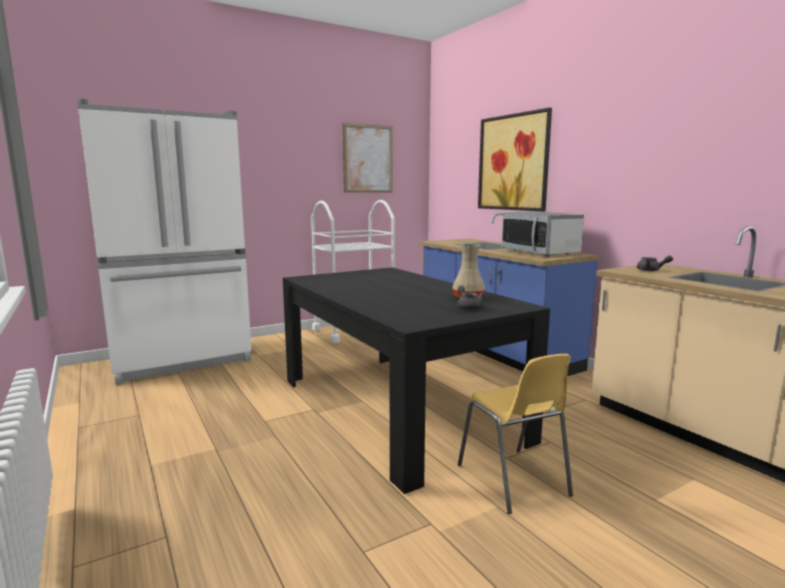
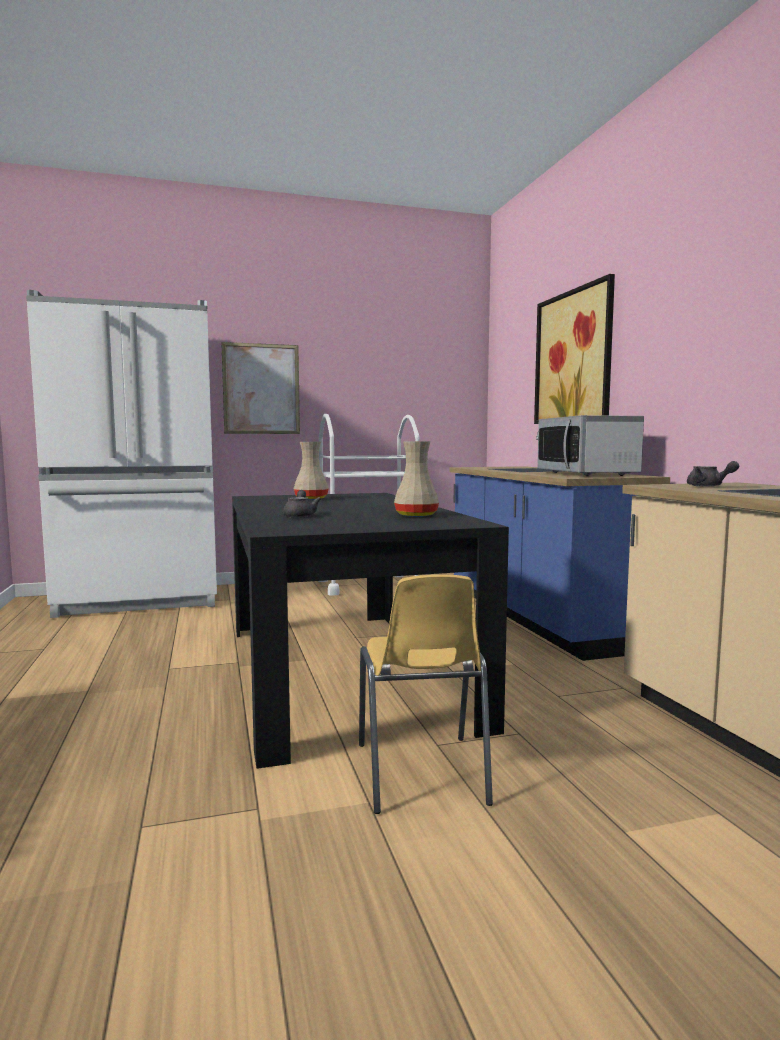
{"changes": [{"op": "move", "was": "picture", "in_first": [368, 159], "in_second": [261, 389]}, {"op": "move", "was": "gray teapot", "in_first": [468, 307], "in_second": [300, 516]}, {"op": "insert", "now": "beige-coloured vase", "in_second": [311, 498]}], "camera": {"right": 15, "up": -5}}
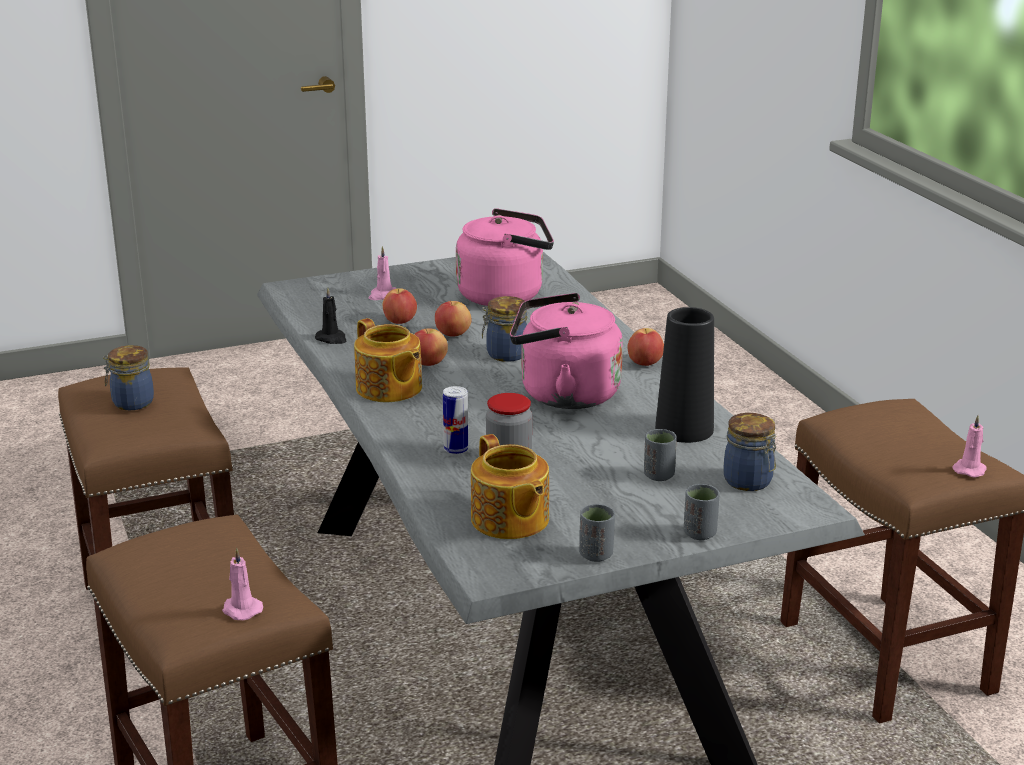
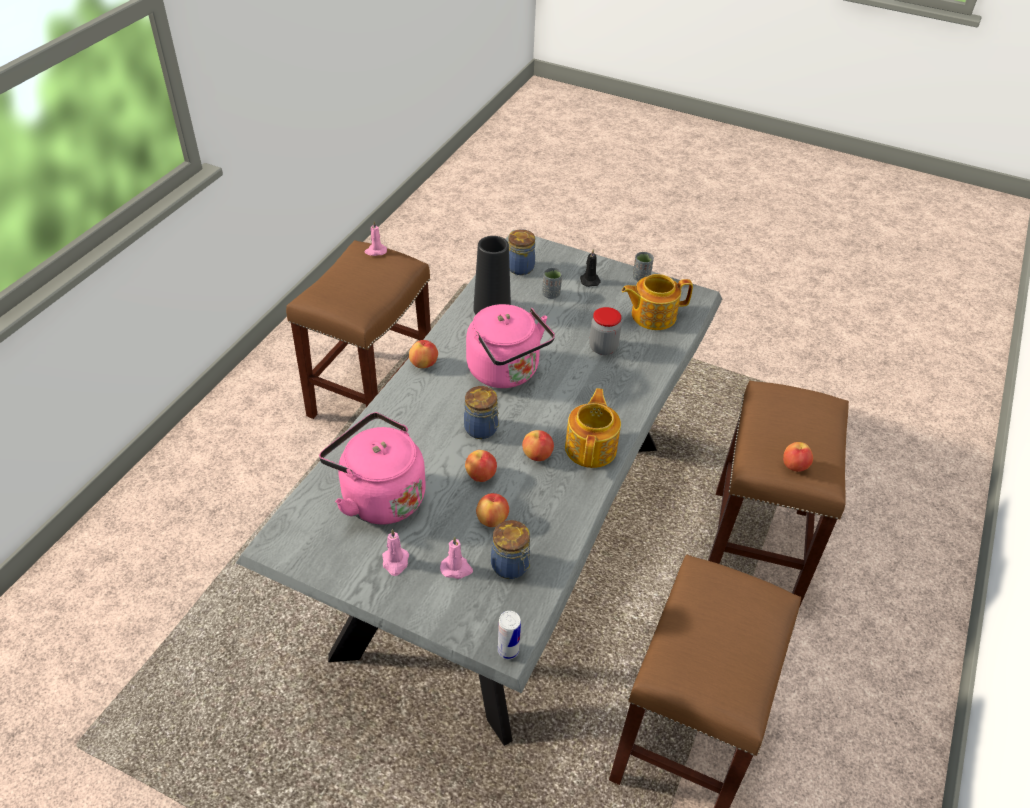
{"changes": [{"op": "move", "was": "pink wax light", "in_first": [241, 610], "in_second": [395, 562]}, {"op": "move", "was": "storage jar", "in_first": [131, 402], "in_second": [511, 566]}, {"op": "move", "was": "metal can", "in_first": [456, 449], "in_second": [508, 650]}, {"op": "move", "was": "blackish wax light", "in_first": [332, 339], "in_second": [589, 280]}, {"op": "rotate", "was": "teapot", "in_first": [509, 520], "in_second": [652, 315], "clockwise": -120}, {"op": "insert", "now": "apple fruit", "in_second": [794, 466]}, {"op": "delete", "was": "gray drinking cup", "in_first": [699, 534]}], "camera": {"right": -135, "up": 20}}
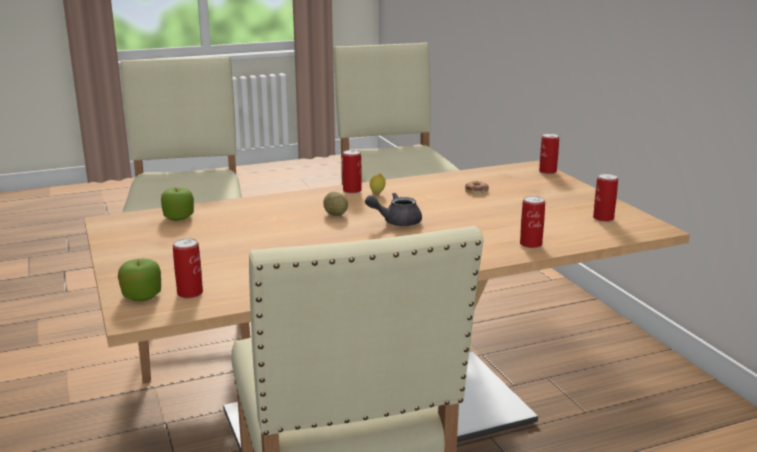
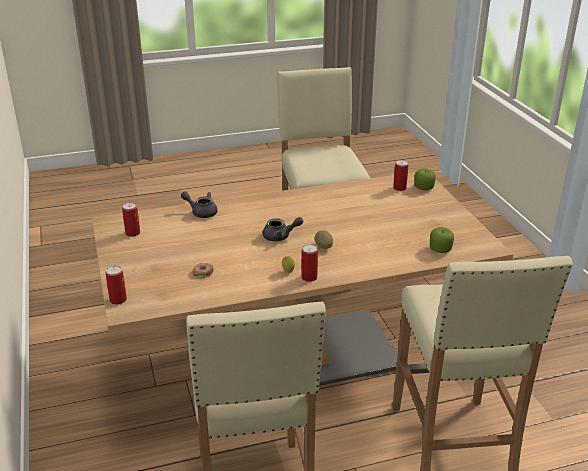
{"changes": [{"op": "replace", "was": "metal can", "now": "gray teapot", "in_first": [530, 244], "in_second": [201, 212]}], "camera": {"right": -175, "up": 10}}
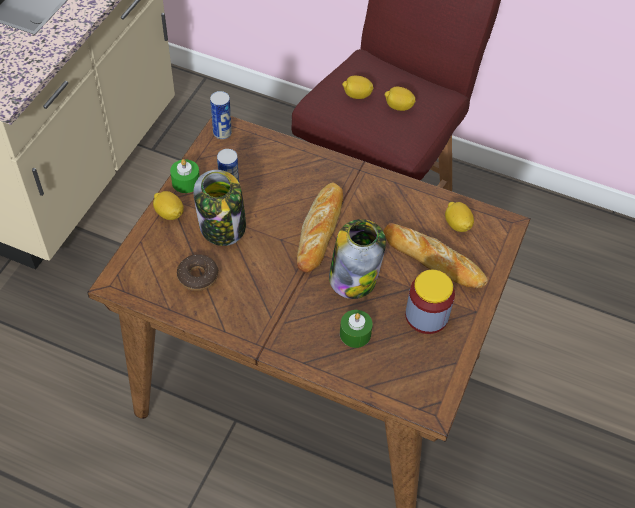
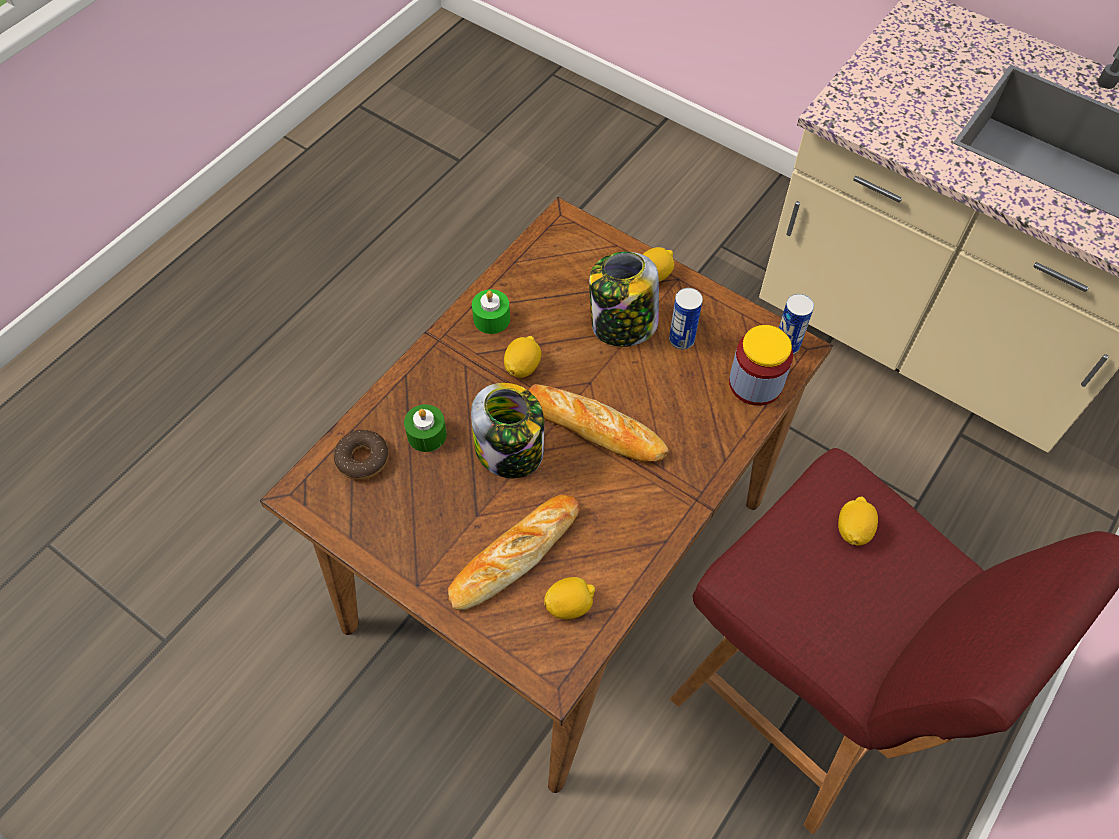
{"changes": [{"op": "move", "was": "ring doughnut", "in_first": [198, 276], "in_second": [362, 459]}, {"op": "move", "was": "green wax light", "in_first": [186, 182], "in_second": [491, 319]}, {"op": "move", "was": "lemon", "in_first": [398, 107], "in_second": [523, 366]}, {"op": "move", "was": "storage jar", "in_first": [426, 316], "in_second": [755, 383]}], "camera": {"right": 105, "up": 5}}
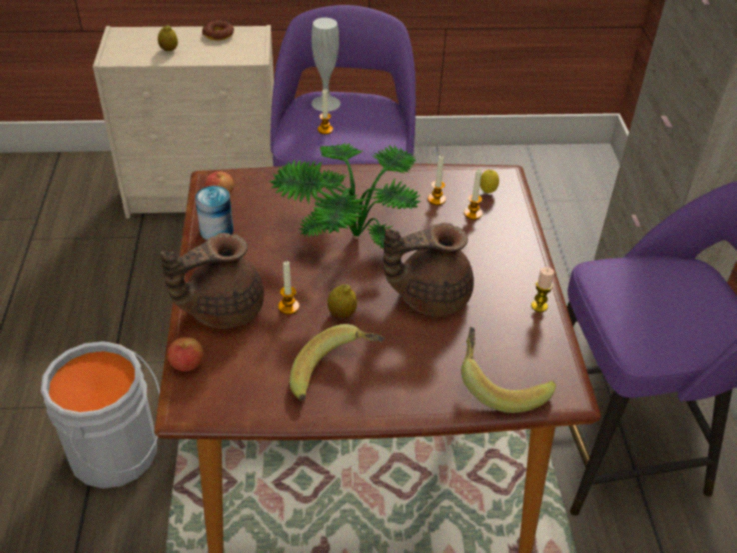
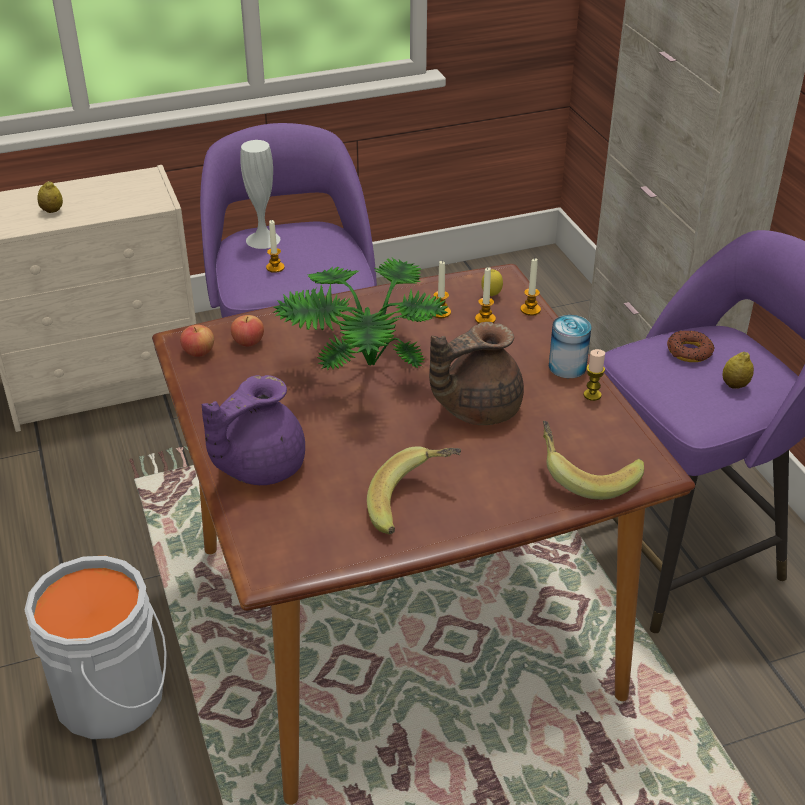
{"changes": [{"op": "recolor", "was": "brown teapot", "now": "purplish teapot", "in_first": [222, 309], "in_second": [258, 467]}, {"op": "move", "was": "apple fruit", "in_first": [187, 364], "in_second": [248, 342]}, {"op": "move", "was": "wax light", "in_first": [288, 307], "in_second": [530, 309]}, {"op": "move", "was": "metal can", "in_first": [216, 230], "in_second": [567, 367]}, {"op": "move", "was": "ring doughnut", "in_first": [218, 34], "in_second": [689, 351]}, {"op": "move", "was": "lemon", "in_first": [342, 314], "in_second": [735, 385]}], "camera": {"right": -15, "up": -5}}
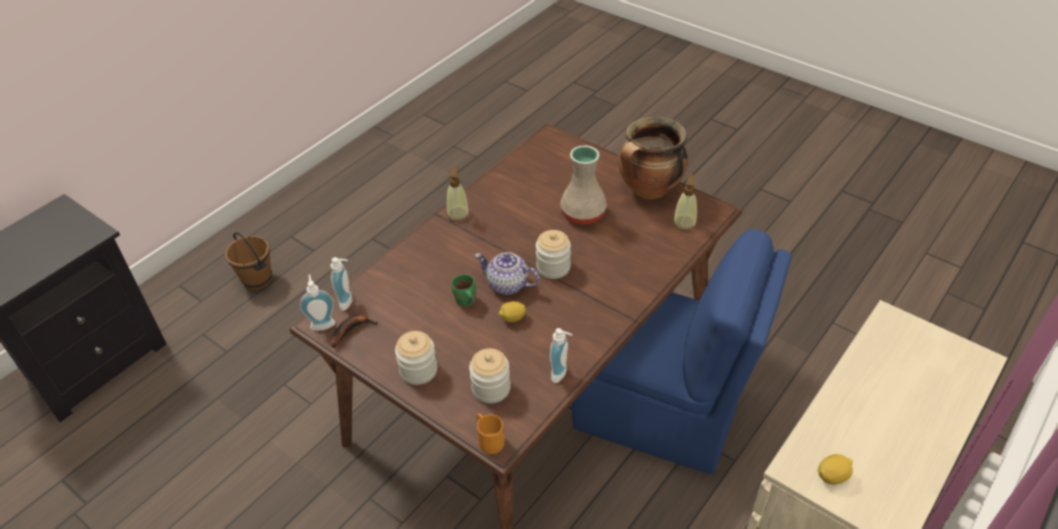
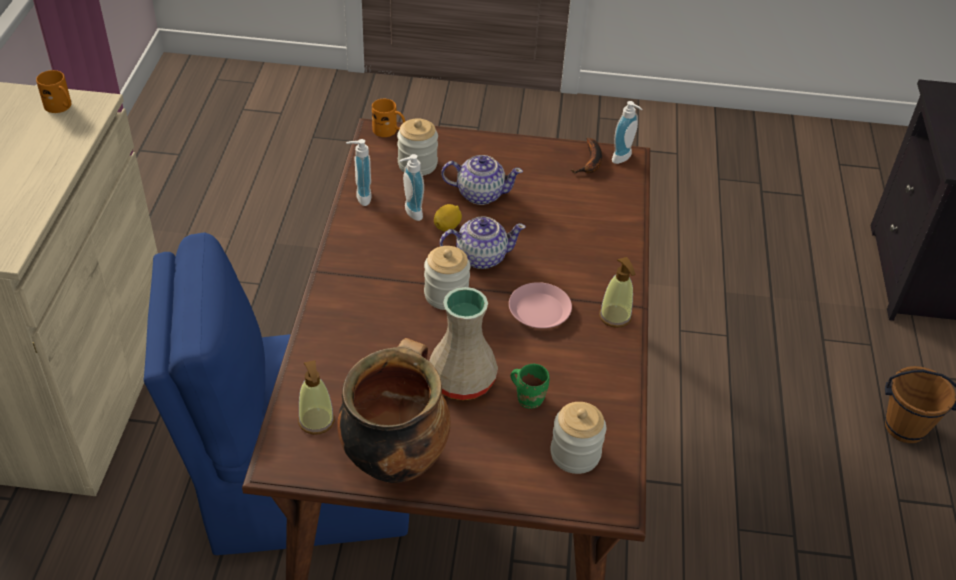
{"changes": [{"op": "replace", "was": "lemon", "now": "orange-coloured tea mug", "in_first": [832, 476], "in_second": [61, 107]}, {"op": "move", "was": "liquid soap bottle", "in_first": [348, 302], "in_second": [410, 213]}, {"op": "insert", "now": "teapot", "in_second": [480, 194]}, {"op": "insert", "now": "pink dinner plate", "in_second": [539, 310]}, {"op": "move", "was": "green tea mug", "in_first": [465, 302], "in_second": [529, 397]}, {"op": "move", "was": "storage jar", "in_first": [418, 370], "in_second": [575, 454]}], "camera": {"right": 145, "up": 0}}
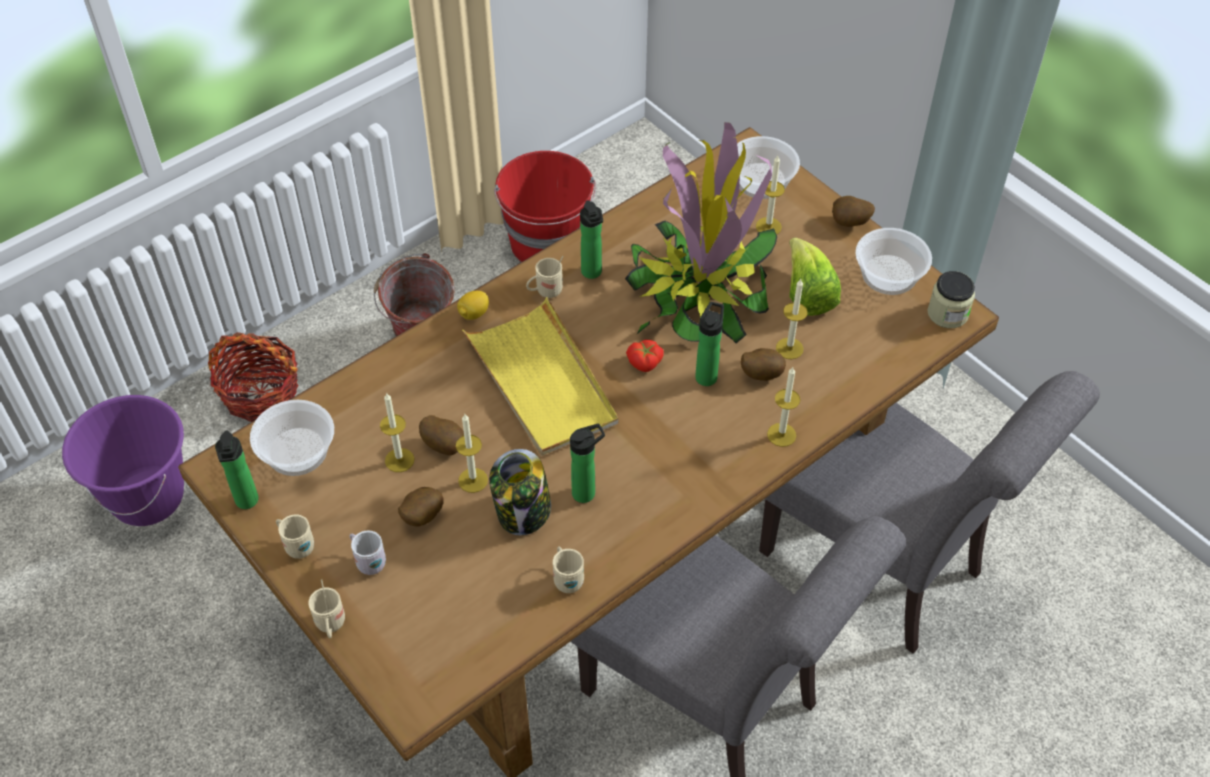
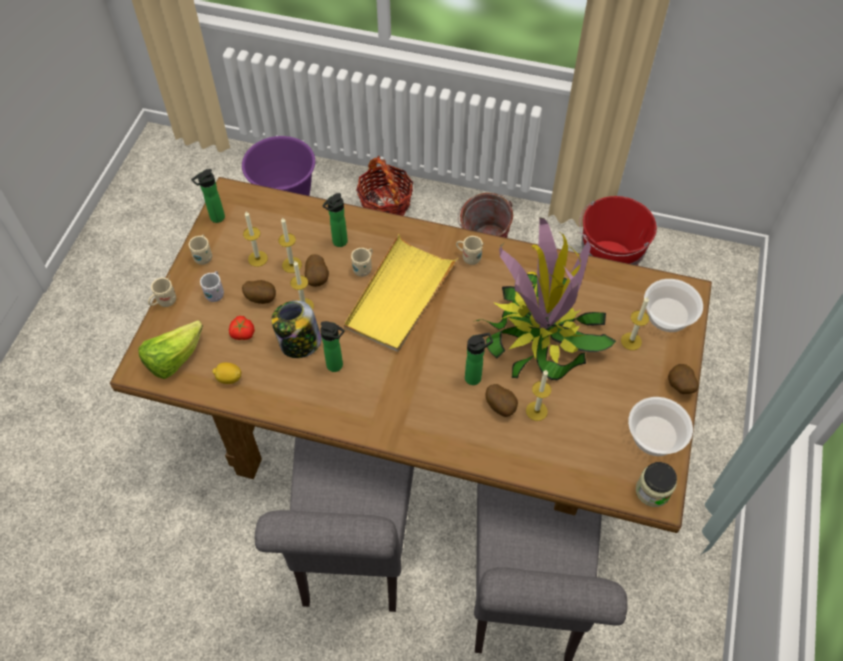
{"changes": [{"op": "move", "was": "lettuce", "in_first": [807, 295], "in_second": [174, 359]}, {"op": "move", "was": "lemon", "in_first": [473, 314], "in_second": [229, 378]}, {"op": "move", "was": "whole tomato", "in_first": [644, 363], "in_second": [242, 333]}, {"op": "move", "was": "wax light", "in_first": [781, 435], "in_second": [257, 258]}, {"op": "move", "was": "drink bottle", "in_first": [592, 274], "in_second": [338, 243]}, {"op": "move", "was": "beige-coloured tea mug", "in_first": [567, 578], "in_second": [364, 268]}, {"op": "delete", "was": "serving bowl", "in_first": [298, 450]}], "camera": {"right": 55, "up": 5}}
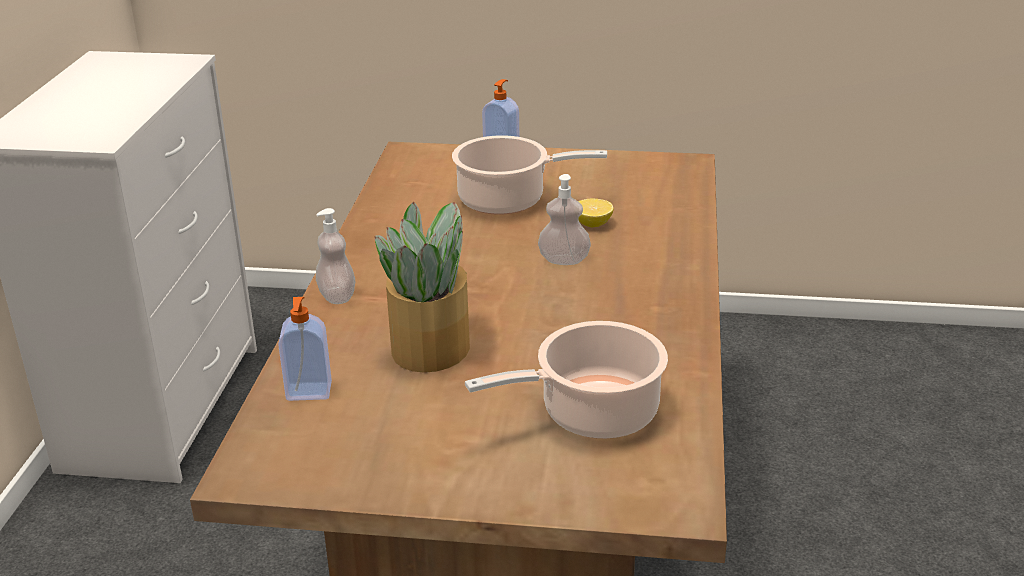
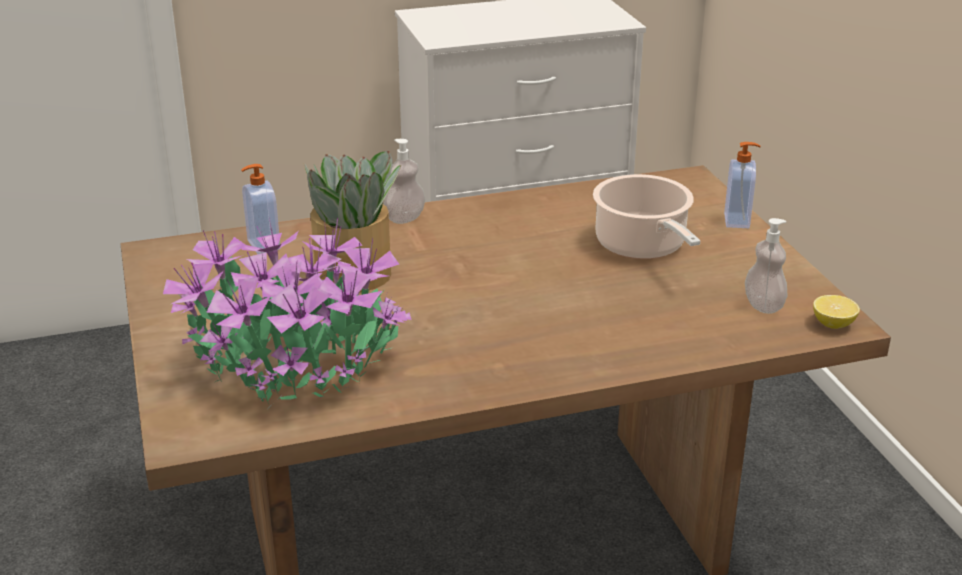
{"changes": [{"op": "replace", "was": "cooking pot", "now": "plant in a pot", "in_first": [592, 413], "in_second": [297, 368]}, {"op": "move", "was": "liquid soap bottle", "in_first": [564, 260], "in_second": [763, 305]}, {"op": "move", "was": "lemon", "in_first": [593, 224], "in_second": [833, 324]}], "camera": {"right": 65, "up": 0}}
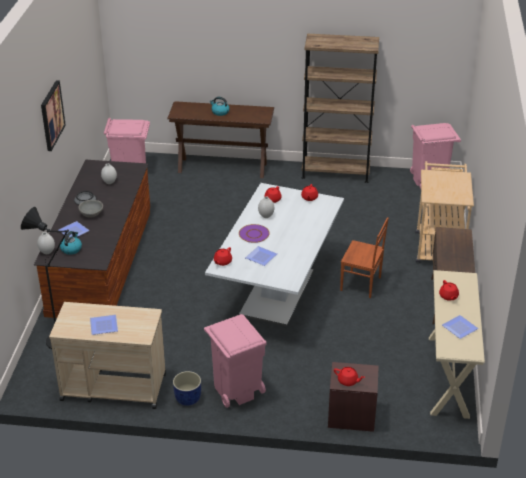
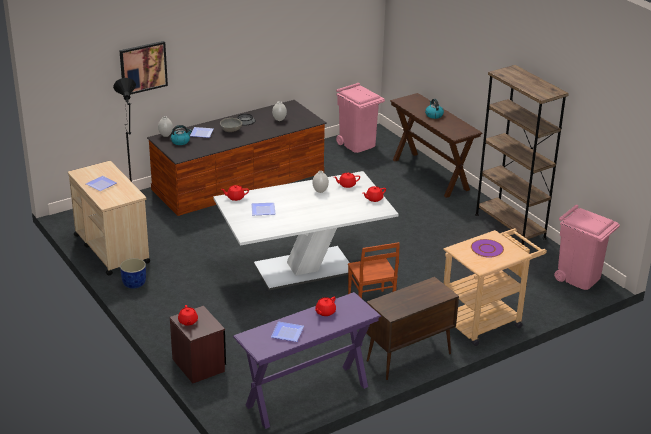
{"changes": [{"op": "move", "was": "picture", "in_first": [51, 115], "in_second": [143, 67]}, {"op": "recolor", "was": "beige-coloured narrow table", "now": "purplish narrow table", "in_first": [448, 376], "in_second": [307, 396]}, {"op": "move", "was": "purplish dinner plate", "in_first": [254, 234], "in_second": [487, 249]}, {"op": "delete", "was": "pink trash can", "in_first": [236, 390]}], "camera": {"right": 50, "up": -5}}
